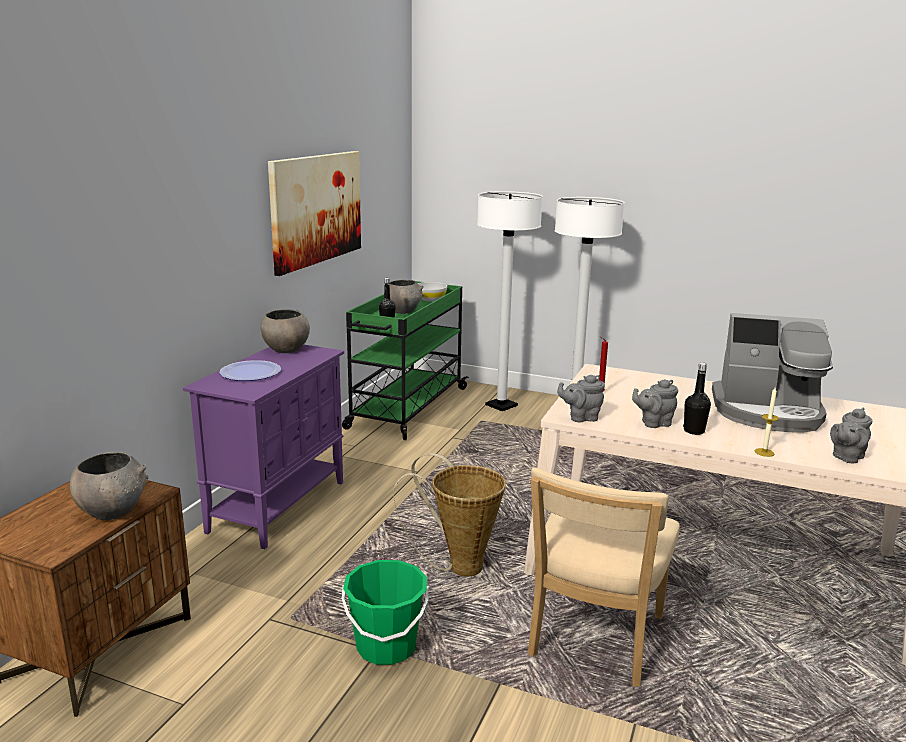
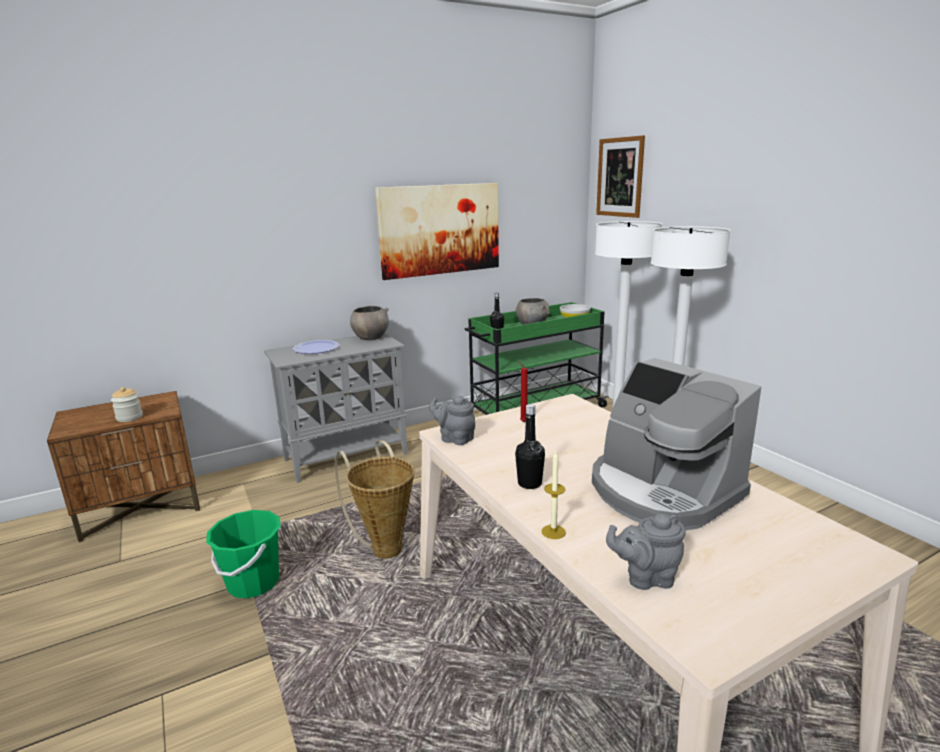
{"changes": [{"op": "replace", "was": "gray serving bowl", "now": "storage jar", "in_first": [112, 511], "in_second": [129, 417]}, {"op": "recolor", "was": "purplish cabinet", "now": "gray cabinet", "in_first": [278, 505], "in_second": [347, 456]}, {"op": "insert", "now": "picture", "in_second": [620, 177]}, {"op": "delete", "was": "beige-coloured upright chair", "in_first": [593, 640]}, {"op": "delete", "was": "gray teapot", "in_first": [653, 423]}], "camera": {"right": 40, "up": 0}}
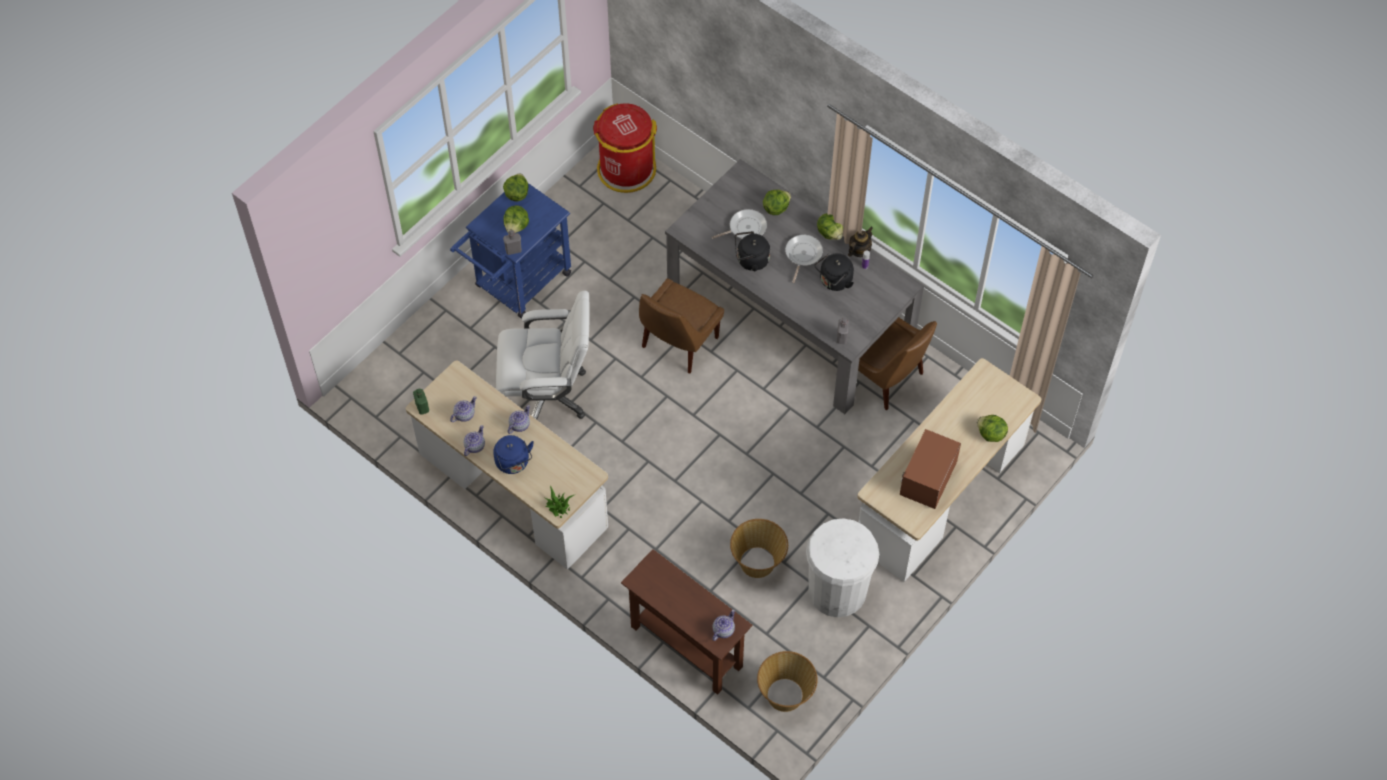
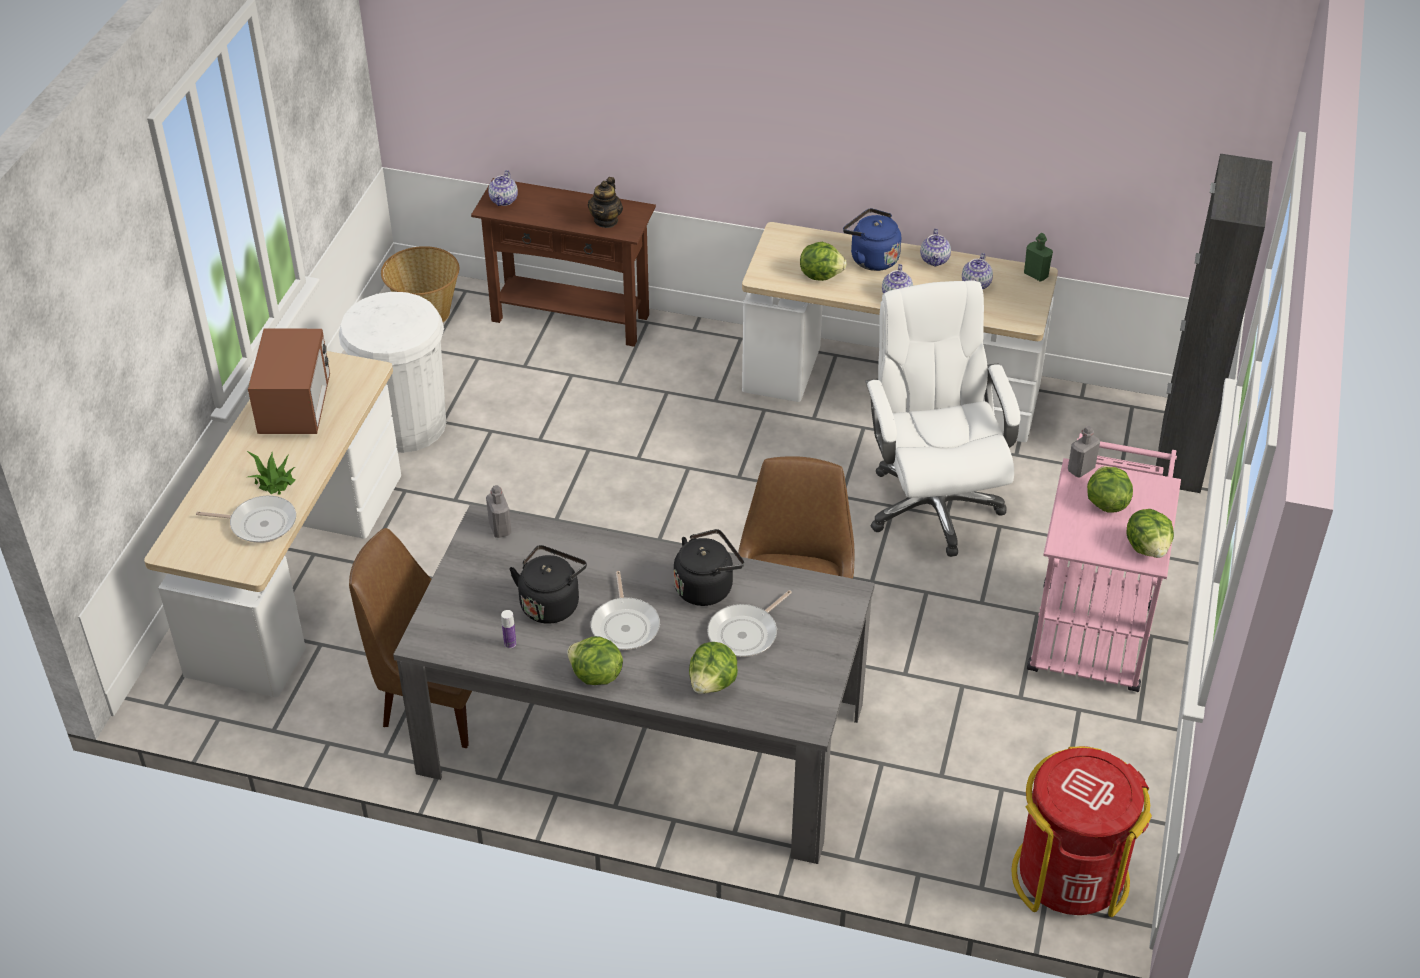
{"changes": [{"op": "insert", "now": "pan", "in_second": [259, 523]}, {"op": "move", "was": "plant in a pot", "in_first": [558, 507], "in_second": [274, 481]}, {"op": "move", "was": "teapot", "in_first": [859, 251], "in_second": [606, 220]}, {"op": "move", "was": "lettuce", "in_first": [990, 434], "in_second": [821, 275]}, {"op": "rotate", "was": "white desk chair", "in_first": [547, 394], "in_second": [932, 505], "clockwise": 105}, {"op": "recolor", "was": "bluish trolley", "now": "pink trolley", "in_first": [518, 285], "in_second": [1091, 626]}, {"op": "insert", "now": "blackish cabinet", "in_second": [1181, 454]}, {"op": "delete", "was": "basket", "in_first": [758, 562]}], "camera": {"right": 155, "up": -15}}
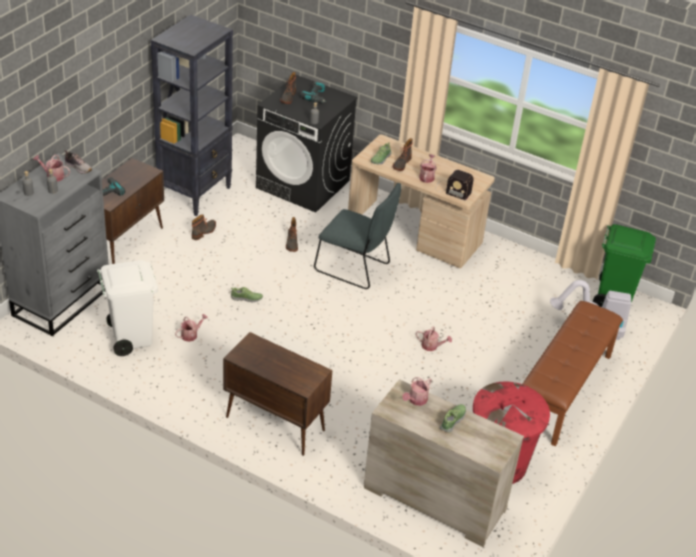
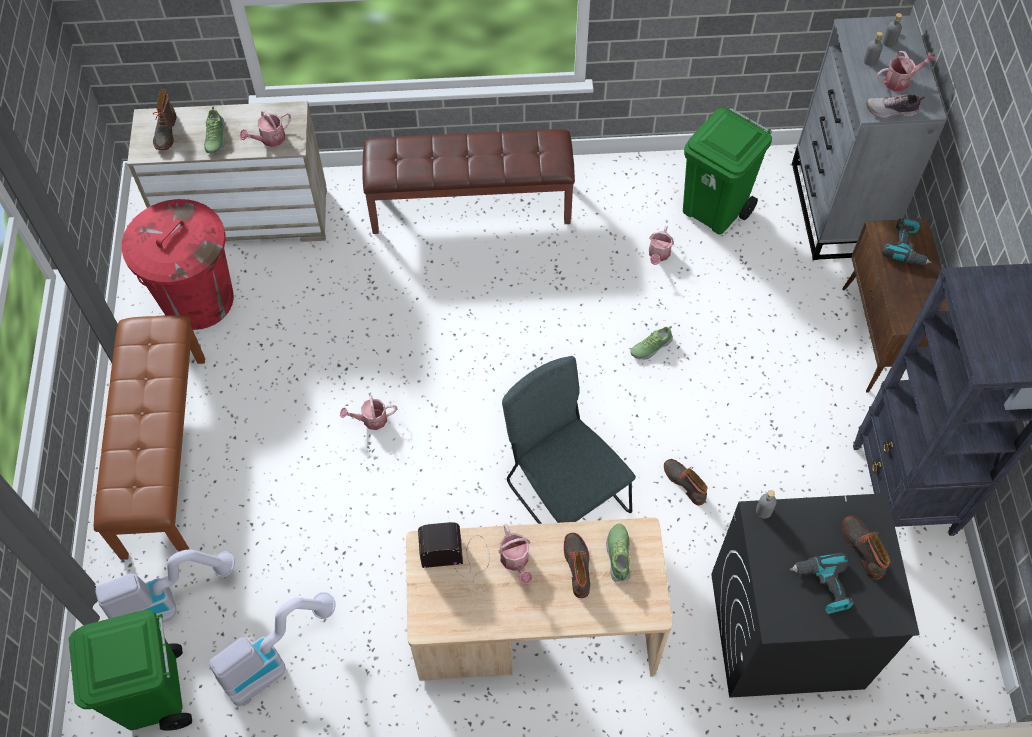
{"changes": [{"op": "move", "was": "high-top boot", "in_first": [204, 232], "in_second": [165, 132]}, {"op": "insert", "now": "hoover", "in_second": [273, 659]}, {"op": "rotate", "was": "watering can", "in_first": [416, 400], "in_second": [269, 139], "clockwise": -135}, {"op": "replace", "was": "brown cabinet", "now": "brown long seat", "in_first": [274, 423], "in_second": [471, 204]}, {"op": "rotate", "was": "gray upright chair", "in_first": [355, 268], "in_second": [564, 494], "clockwise": 60}, {"op": "recolor", "was": "white trash can", "now": "green trash can", "in_first": [131, 338], "in_second": [714, 211]}], "camera": {"right": 150, "up": 20}}
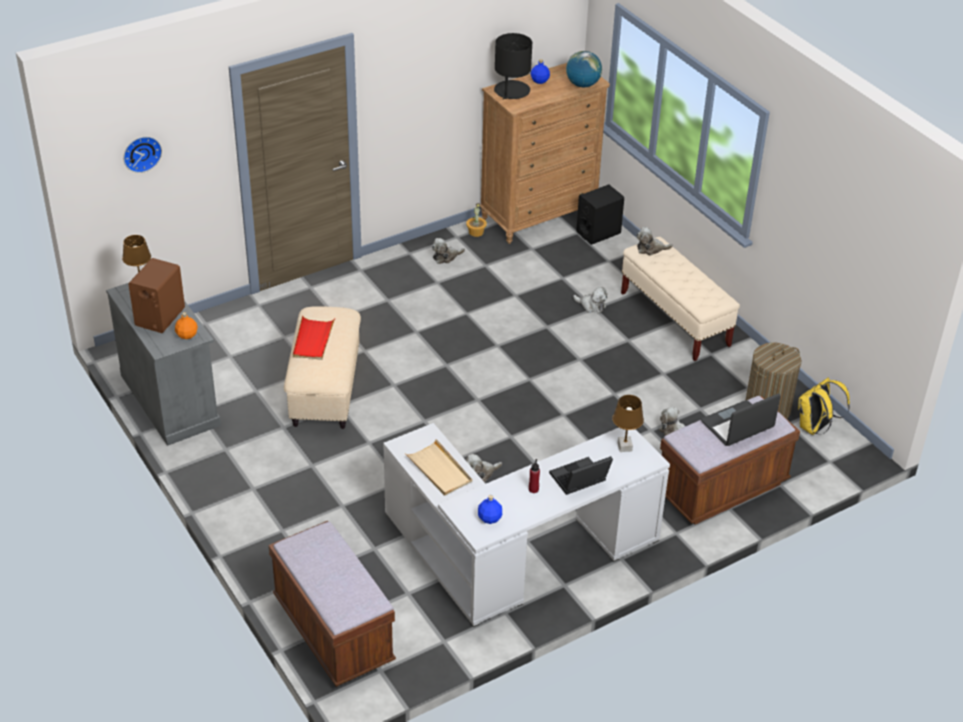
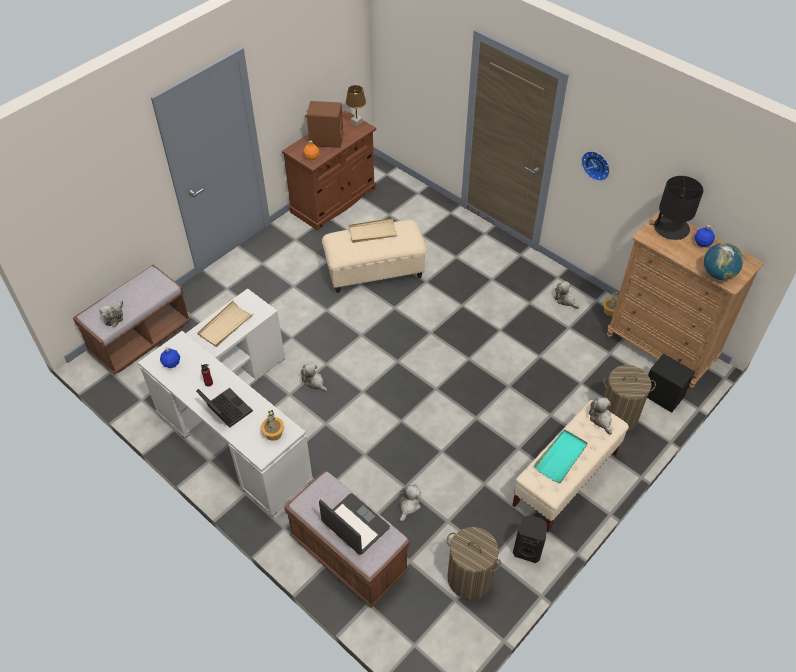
{"changes": [{"op": "move", "was": "soft toy", "in_first": [591, 306], "in_second": [114, 317]}, {"op": "replace", "was": "brown table lamp", "now": "plant in a pot", "in_first": [624, 447], "in_second": [273, 433]}, {"op": "recolor", "was": "gray cabinet", "now": "brown cabinet", "in_first": [170, 400], "in_second": [333, 200]}, {"op": "recolor", "was": "red-coloured carrying tray", "now": "beige-coloured carrying tray", "in_first": [313, 340], "in_second": [372, 232]}, {"op": "insert", "now": "blackish loudspeaker", "in_second": [527, 550]}, {"op": "insert", "now": "turquoise carrying tray", "in_second": [561, 457]}, {"op": "move", "was": "clock on the wall", "in_first": [141, 153], "in_second": [597, 164]}, {"op": "insert", "now": "laundry basket", "in_second": [618, 415]}, {"op": "delete", "was": "yellow rucksack", "in_first": [815, 428]}], "camera": {"right": 75, "up": 10}}
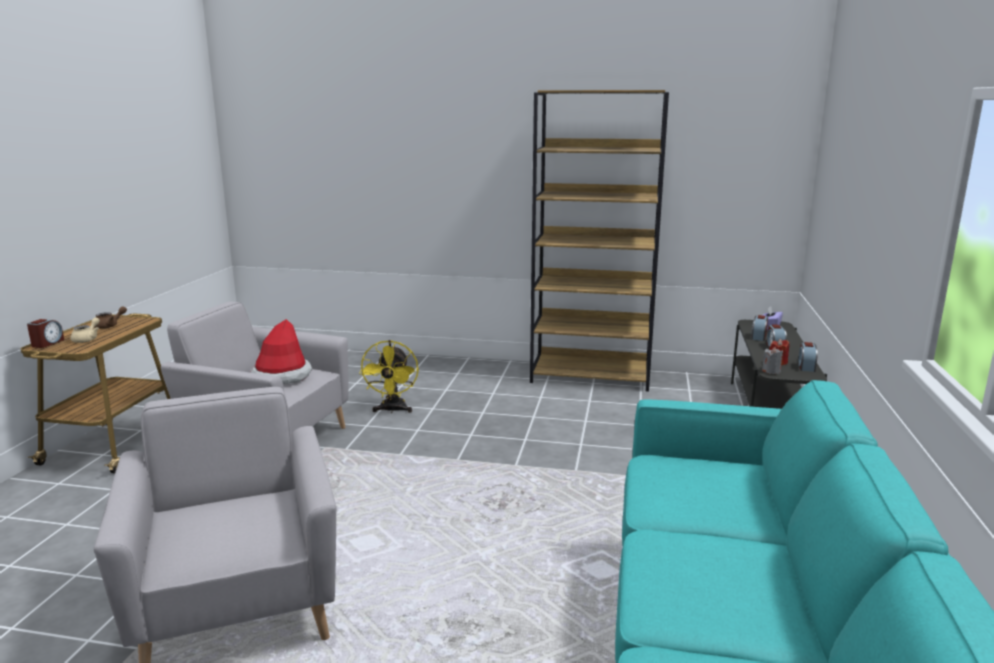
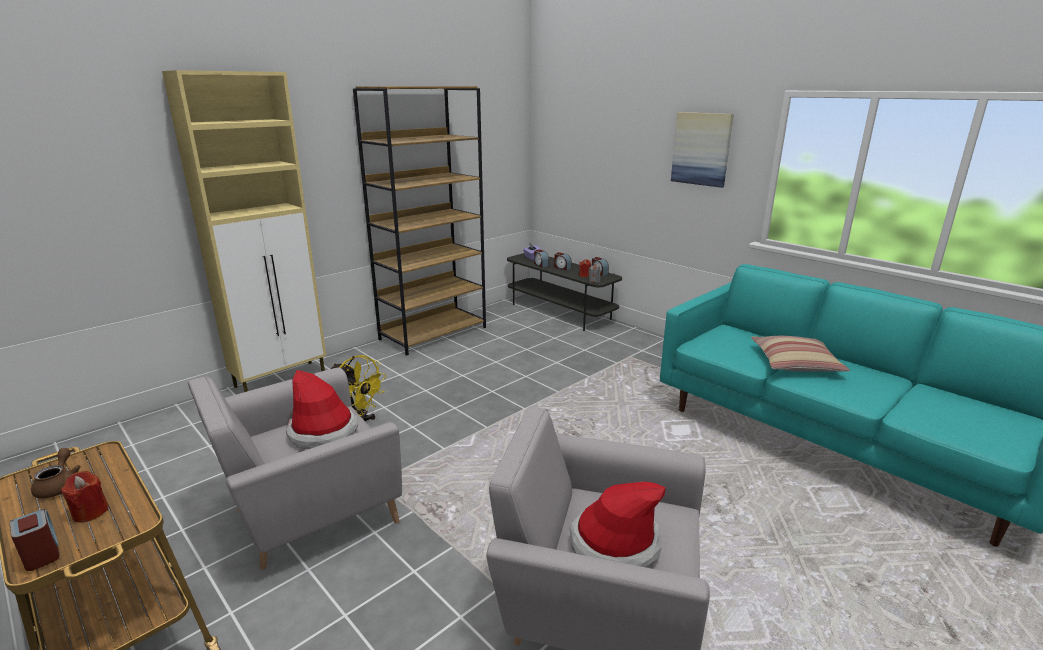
{"changes": [{"op": "replace", "was": "beige-coloured teapot", "now": "red-coloured wax light", "in_first": [87, 339], "in_second": [90, 512]}, {"op": "insert", "now": "beige-coloured cabinet", "in_second": [282, 379]}, {"op": "insert", "now": "clothing hat", "in_second": [614, 544]}, {"op": "insert", "now": "picture", "in_second": [701, 149]}, {"op": "insert", "now": "pillow", "in_second": [795, 363]}], "camera": {"right": -55, "up": 5}}
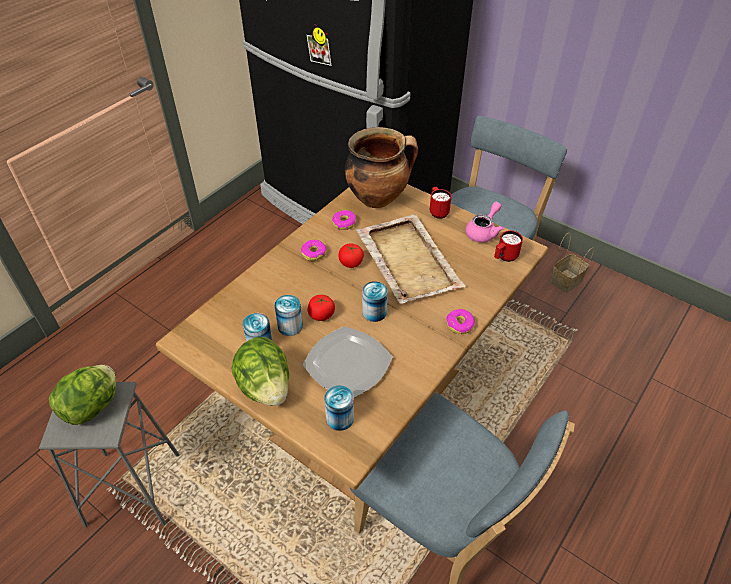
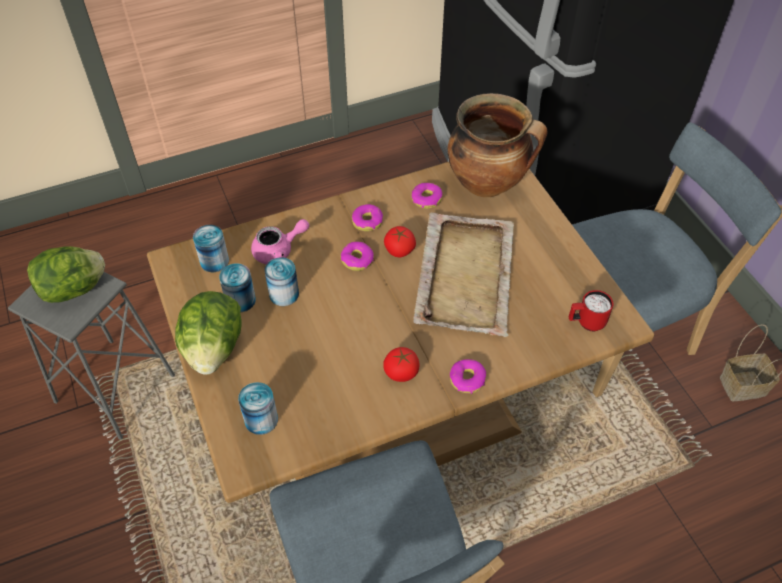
{"changes": [{"op": "move", "was": "metal can", "in_first": [374, 312], "in_second": [214, 261]}, {"op": "move", "was": "pink teapot", "in_first": [483, 232], "in_second": [279, 251]}, {"op": "insert", "now": "ring doughnut", "in_second": [357, 260]}, {"op": "move", "was": "whole tomato", "in_first": [321, 315], "in_second": [401, 372]}, {"op": "delete", "was": "dinner plate", "in_first": [347, 363]}, {"op": "delete", "was": "red-coloured tea mug", "in_first": [437, 211]}], "camera": {"right": 30, "up": 5}}
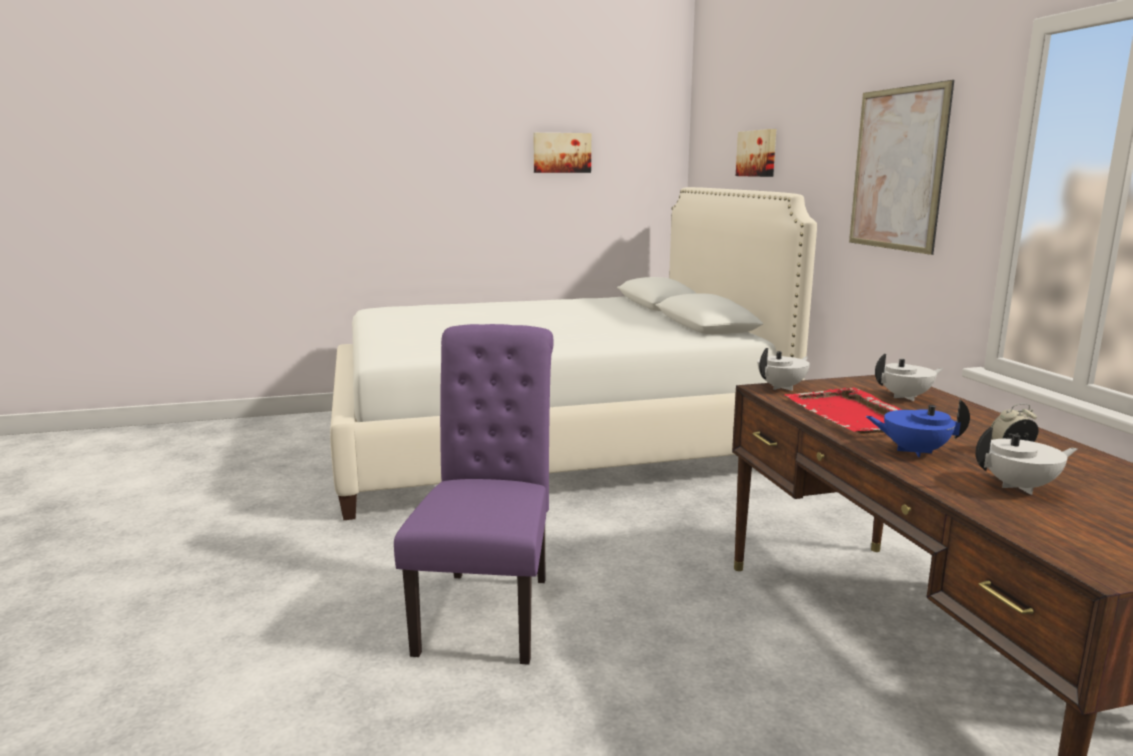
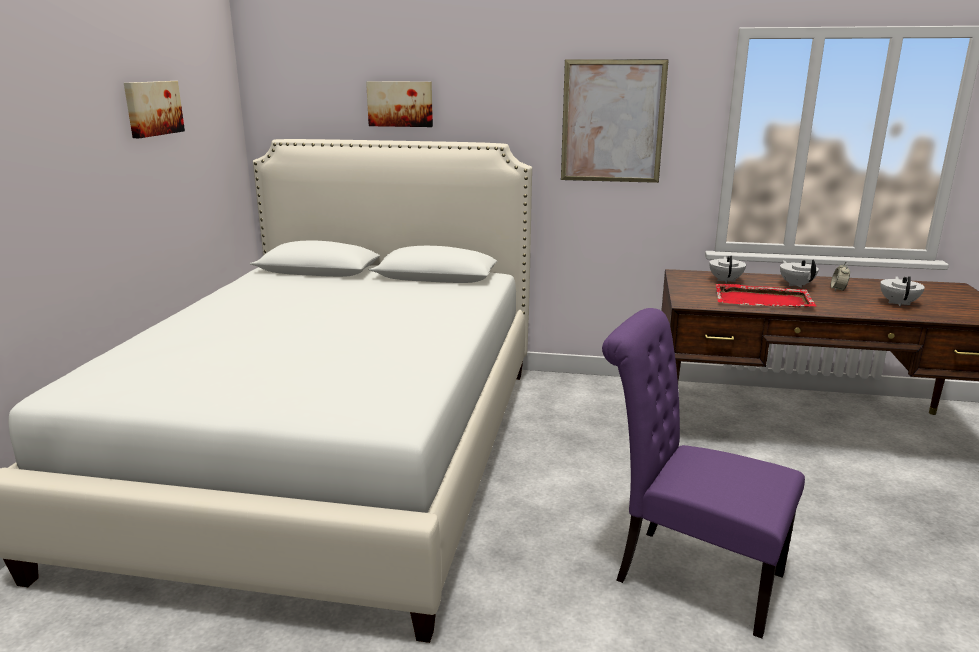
{"changes": [{"op": "move", "was": "white teapot", "in_first": [782, 387], "in_second": [796, 285]}, {"op": "delete", "was": "bluish teapot", "in_first": [914, 451]}], "camera": {"right": -65, "up": 5}}
